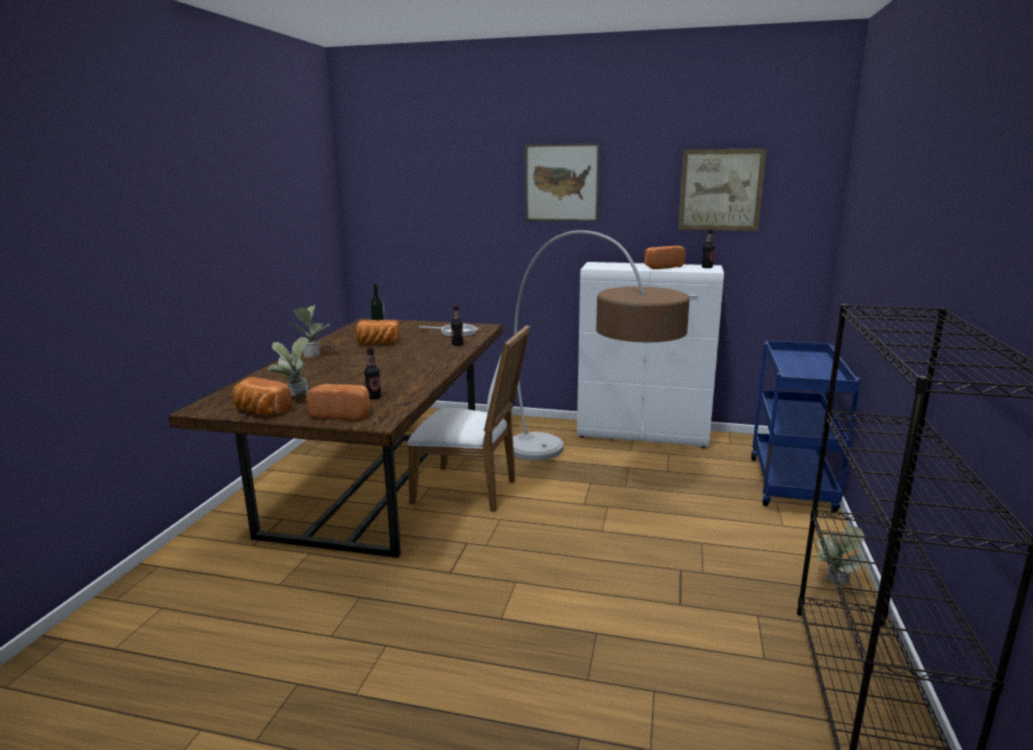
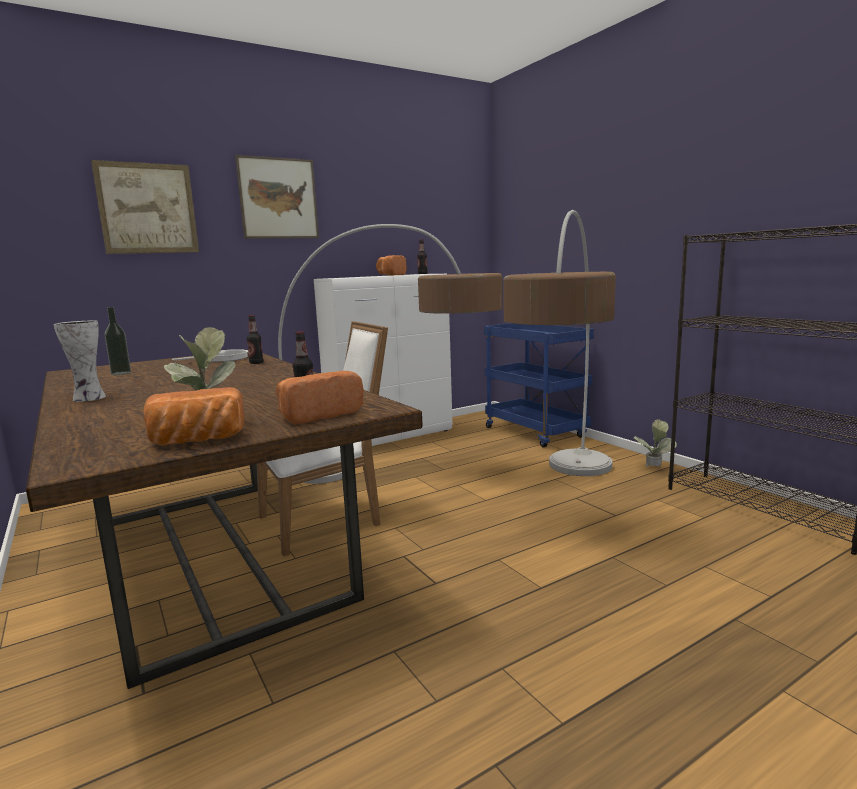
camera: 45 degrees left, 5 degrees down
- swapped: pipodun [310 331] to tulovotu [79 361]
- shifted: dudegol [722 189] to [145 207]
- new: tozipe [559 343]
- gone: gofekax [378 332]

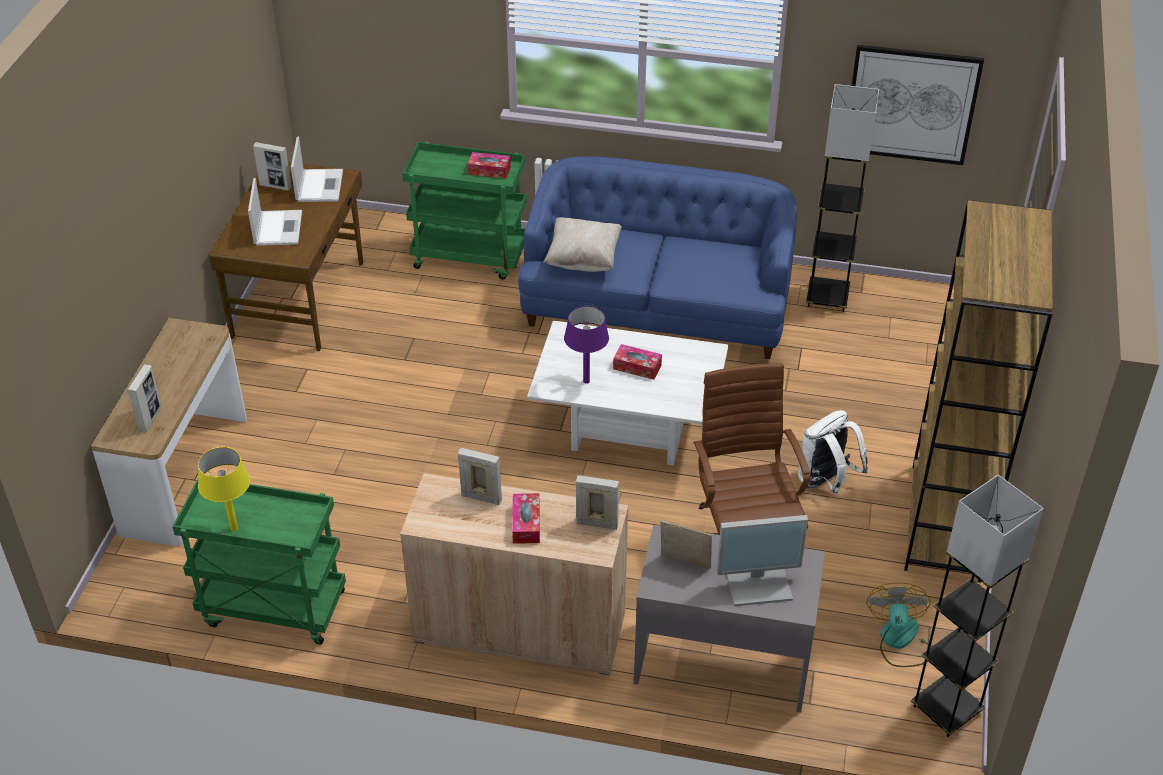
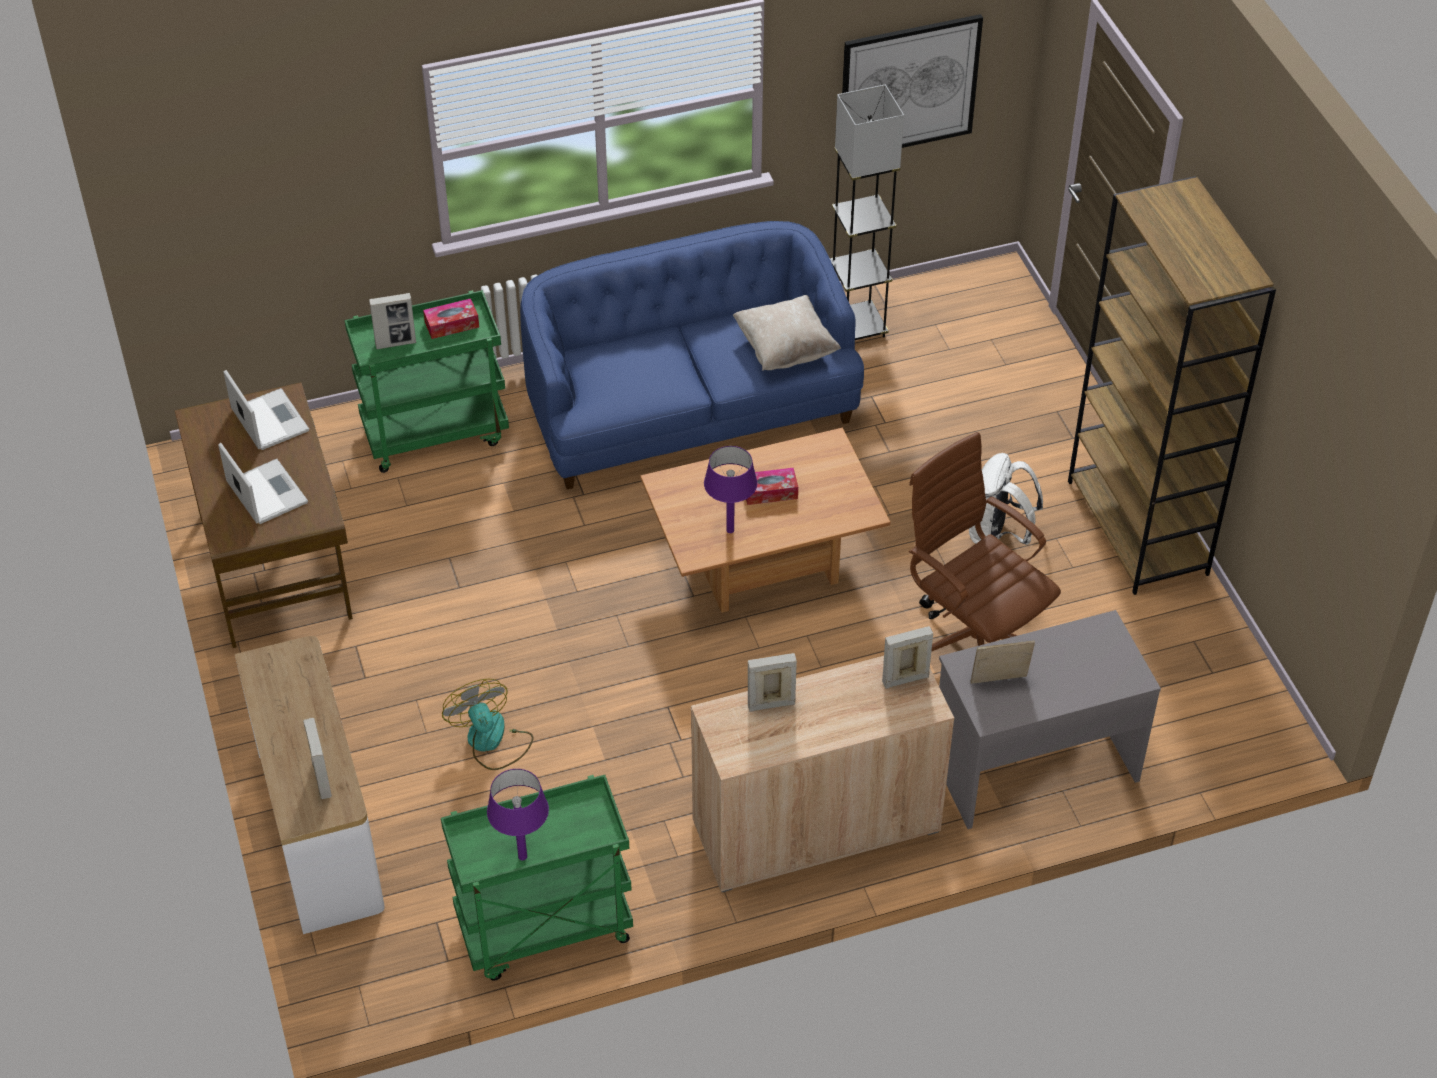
camera: 30 degrees left, 5 degrees up
- shifted: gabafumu [272 166] to [392 321]
- shifted: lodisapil [899 625] to [487 724]
- repainted: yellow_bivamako [224 489] to purple_bivamako [518 814]
- repainted: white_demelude [627 393] to brown_demelude [765 520]
- shifted: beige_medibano [582 244] to [787 333]
- gone: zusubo [526 518]
- gone: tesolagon [762 560]
- gone: grey_tozipe [977 606]

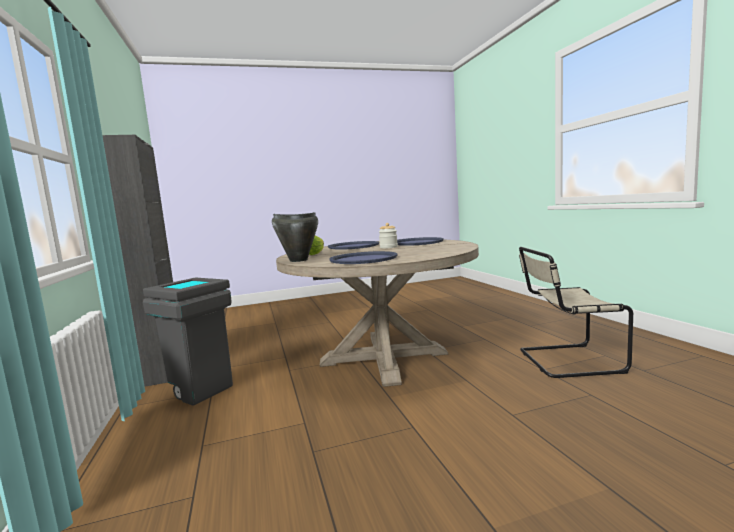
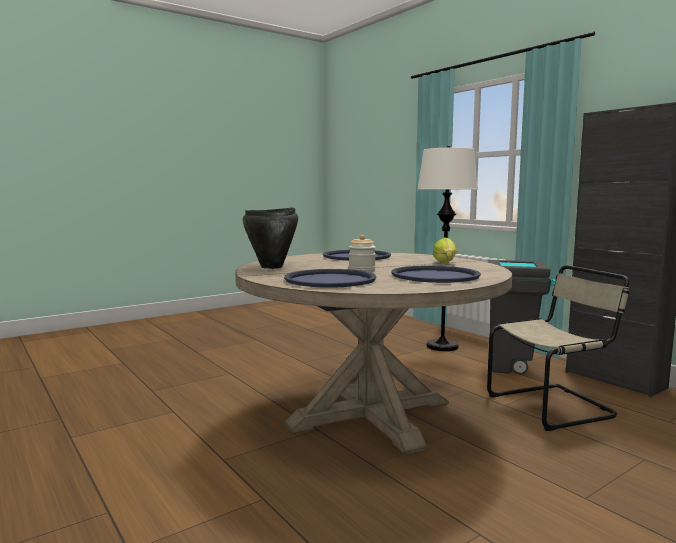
camera: 160 degrees right, 0 degrees up
- shifted: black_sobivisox [295 237] to [270 238]
- new: white_tozipe [447 248]
- shifted: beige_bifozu [576 312] to [558 348]

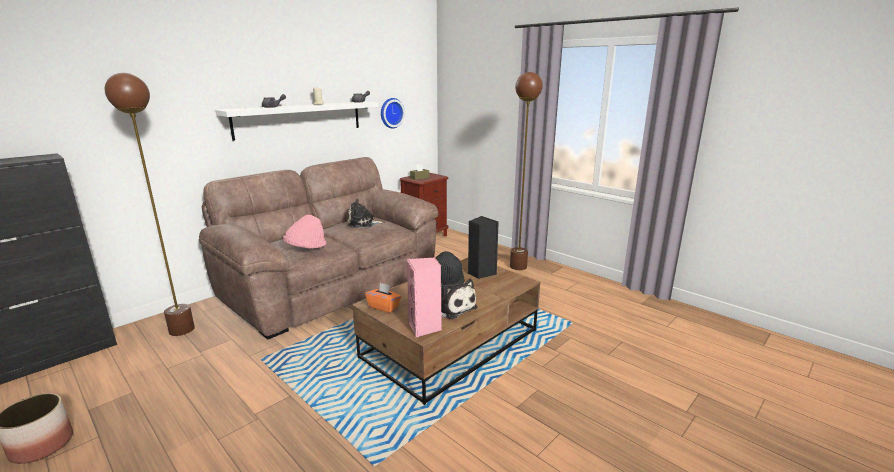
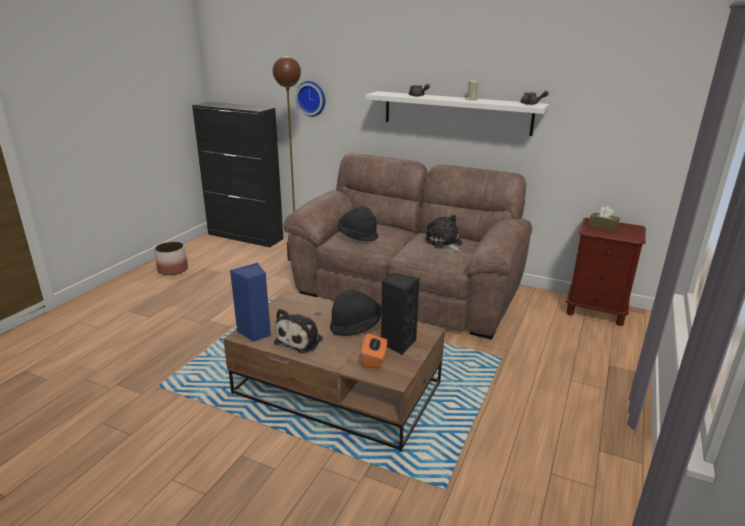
camera: 70 degrees right, 5 degrees up
- repainted: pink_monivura [424 297] to blue_monivura [250 302]
- shifted: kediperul [393 113] to [310 99]
- repainted: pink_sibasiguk [304 232] to black_sibasiguk [358 224]
- shifted: orange_zusubo [383 298] to [373 350]
- gone: brown_tozipe [526 171]

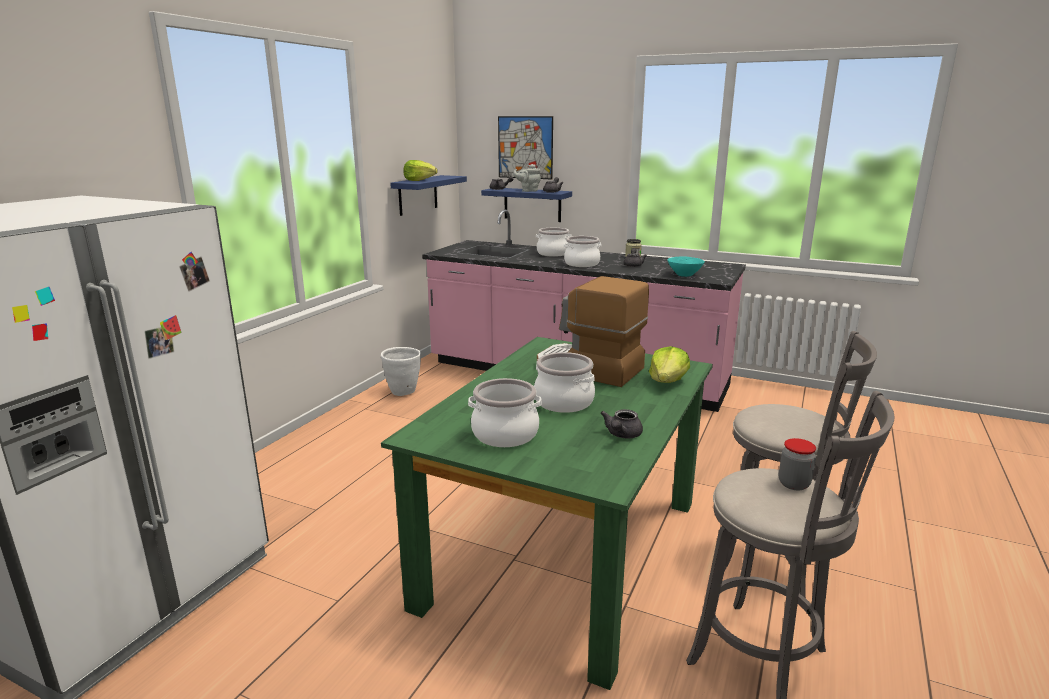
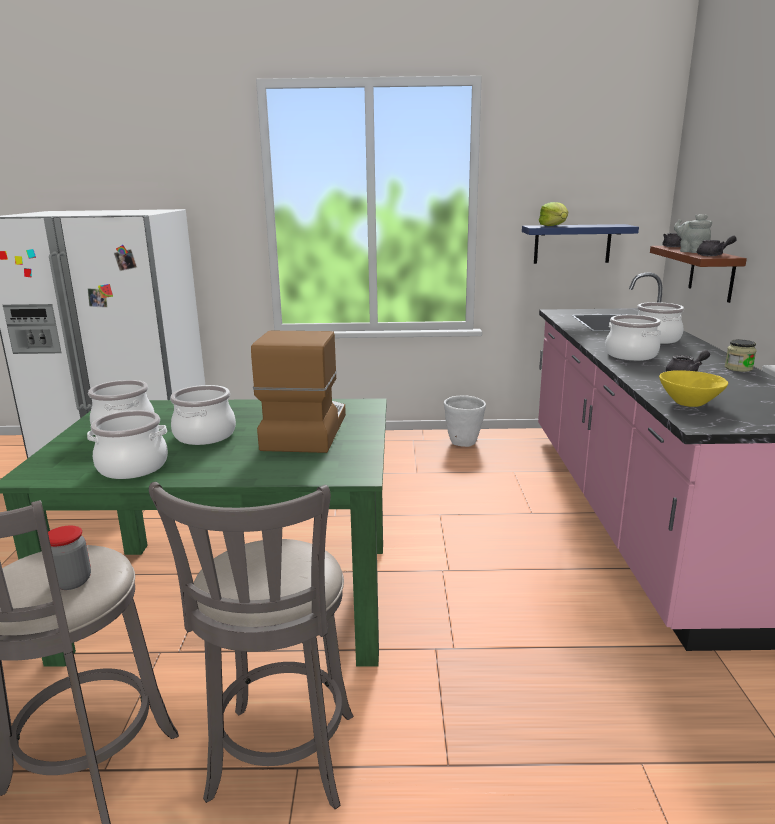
camera: 65 degrees right, 0 degrees up
- swapped: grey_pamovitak [621 423] to sobivisox [127 444]
- repainted: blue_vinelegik [526 205] to brown_vinelegik [698 274]
- repainted: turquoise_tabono [686 267] to yellow_tabono [693 388]
- gone: dudegol [525 148]
- gone: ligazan [669 364]

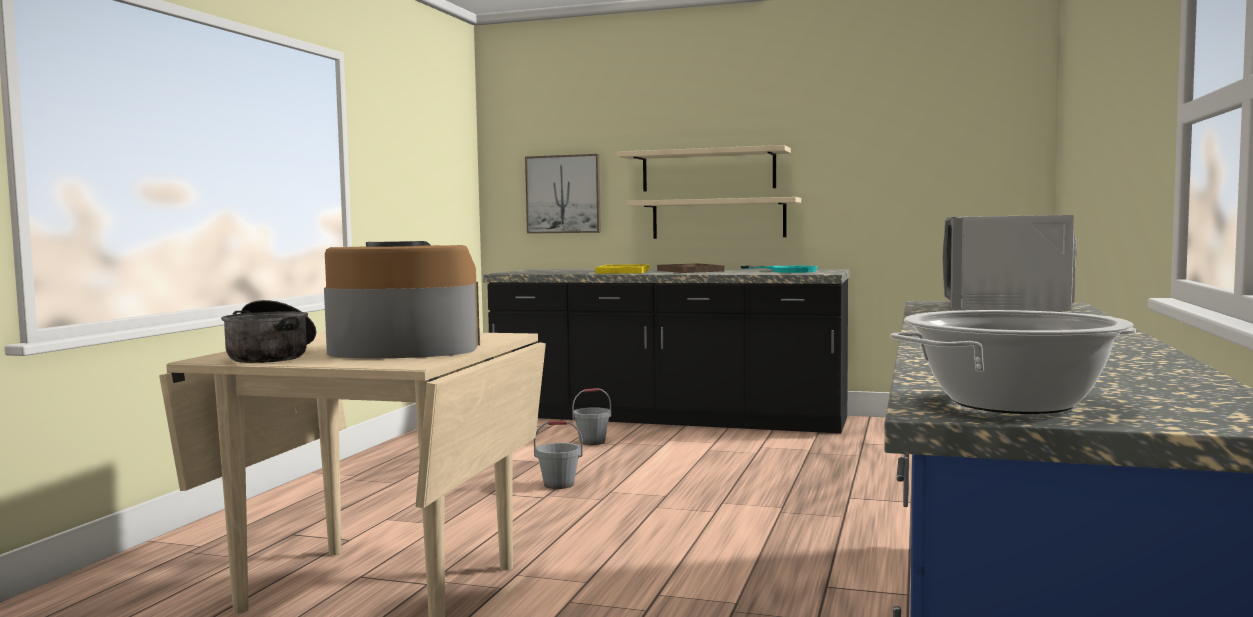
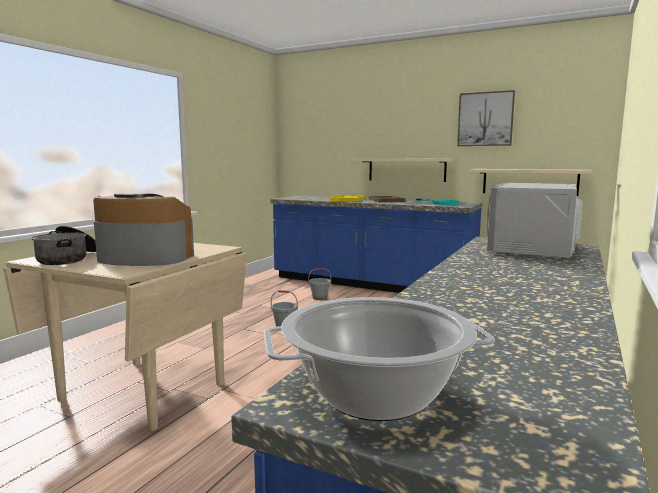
camera: 10 degrees right, 5 degrees up
- repainted: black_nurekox [666 351] to blue_nurekox [376 244]
- shifted: dudegol [563 194] to [486 118]
- shifted: beige_vinelegik [704 168] to [531 182]

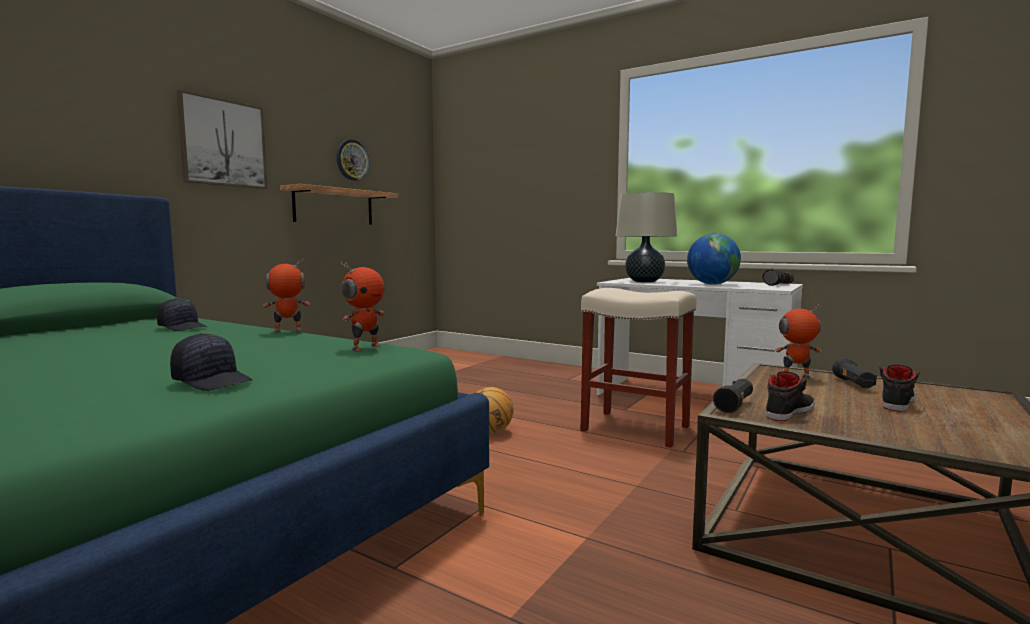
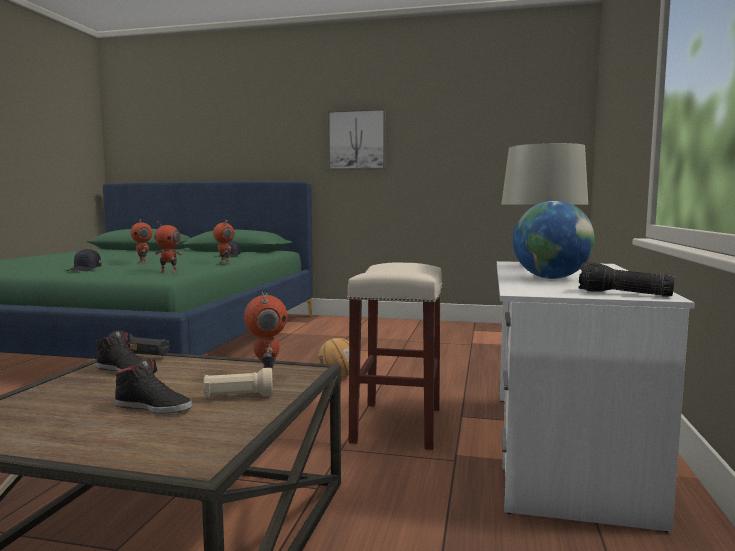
camera: 70 degrees right, 0 degrees up
- new: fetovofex [142 241]
- repainted: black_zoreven [854 373] to beige_zoreven [238 382]
- gone: vinelegik [339 204]
- gone: kediperul [352 160]

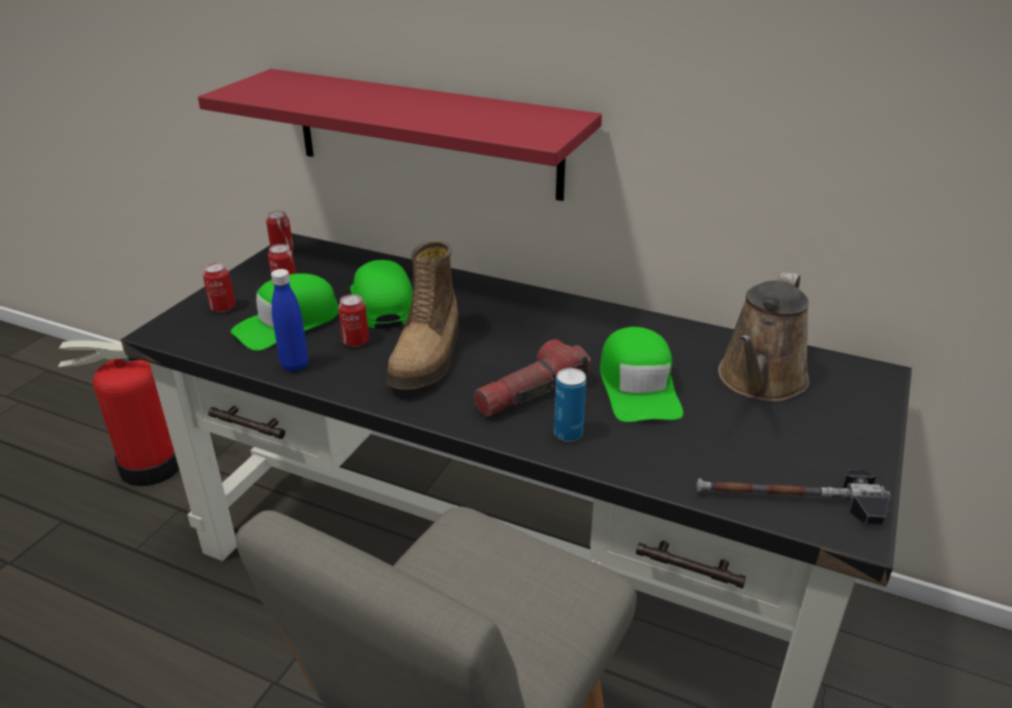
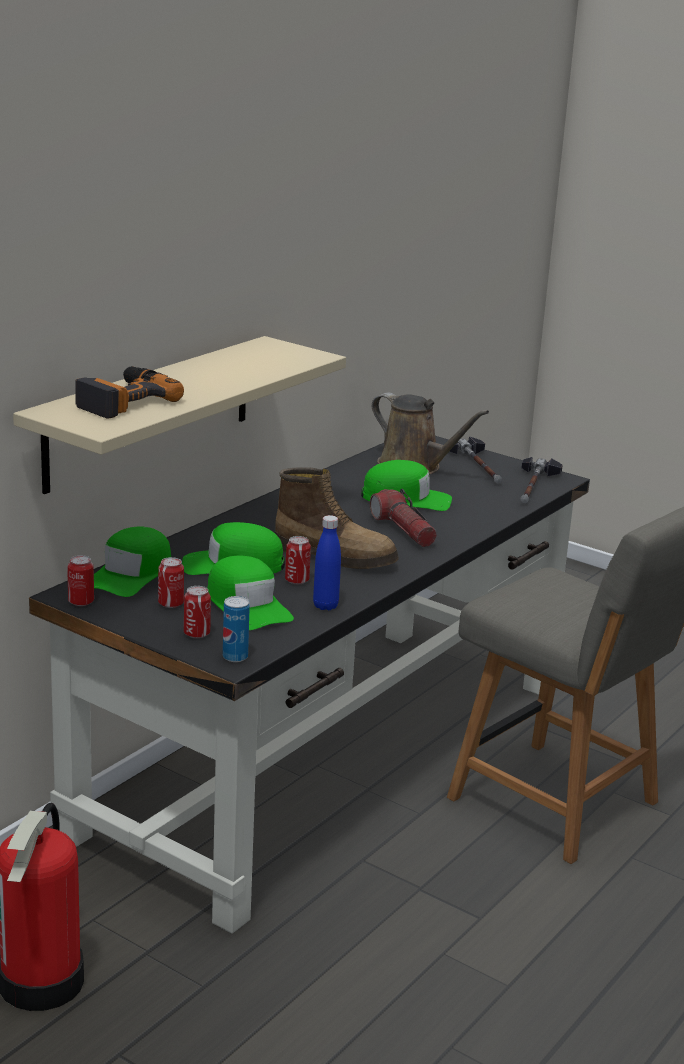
camera: 80 degrees left, 10 degrees down
- repainted: red_vinelegik [400 135] to beige_vinelegik [179 415]
- new: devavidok [129 392]
- new: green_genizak [132 561]
- shifted: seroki [570 405] to [236 629]
- new: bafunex [475 459]

